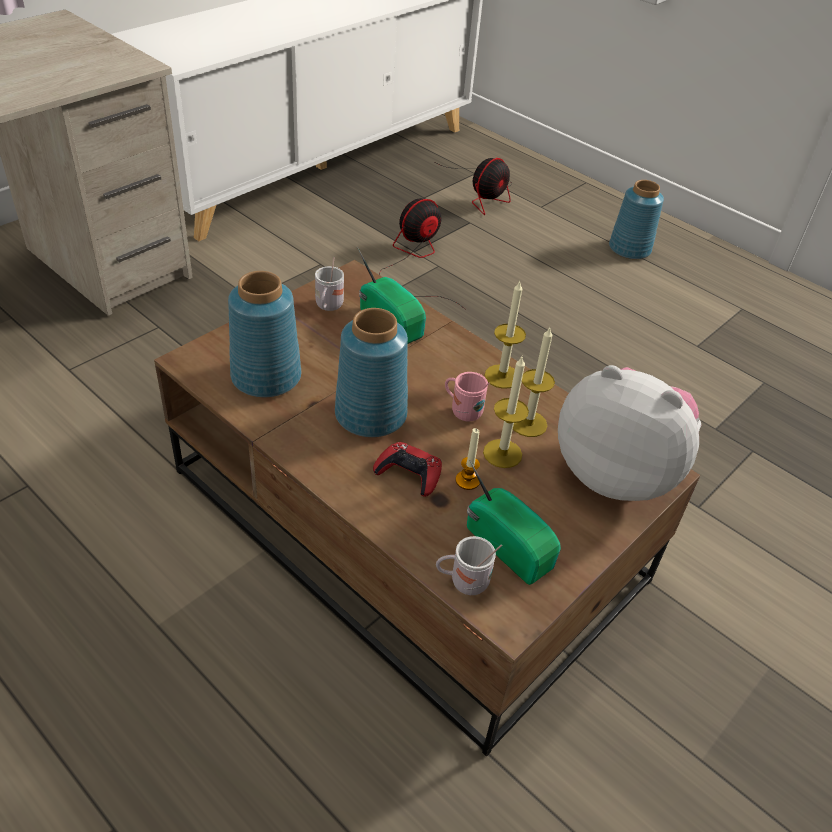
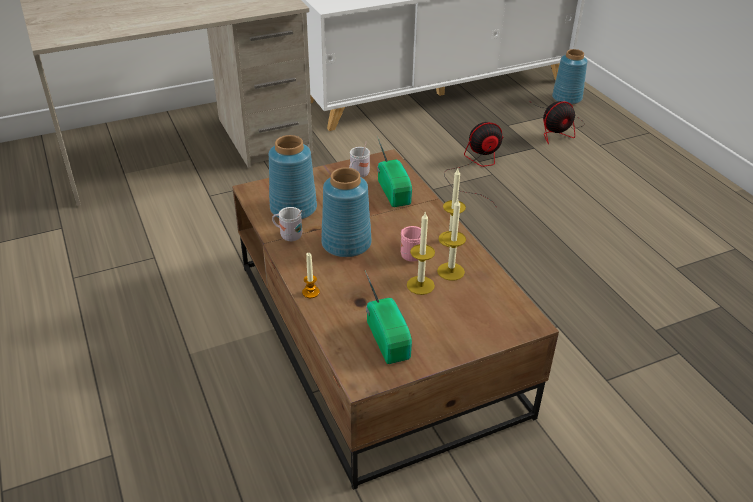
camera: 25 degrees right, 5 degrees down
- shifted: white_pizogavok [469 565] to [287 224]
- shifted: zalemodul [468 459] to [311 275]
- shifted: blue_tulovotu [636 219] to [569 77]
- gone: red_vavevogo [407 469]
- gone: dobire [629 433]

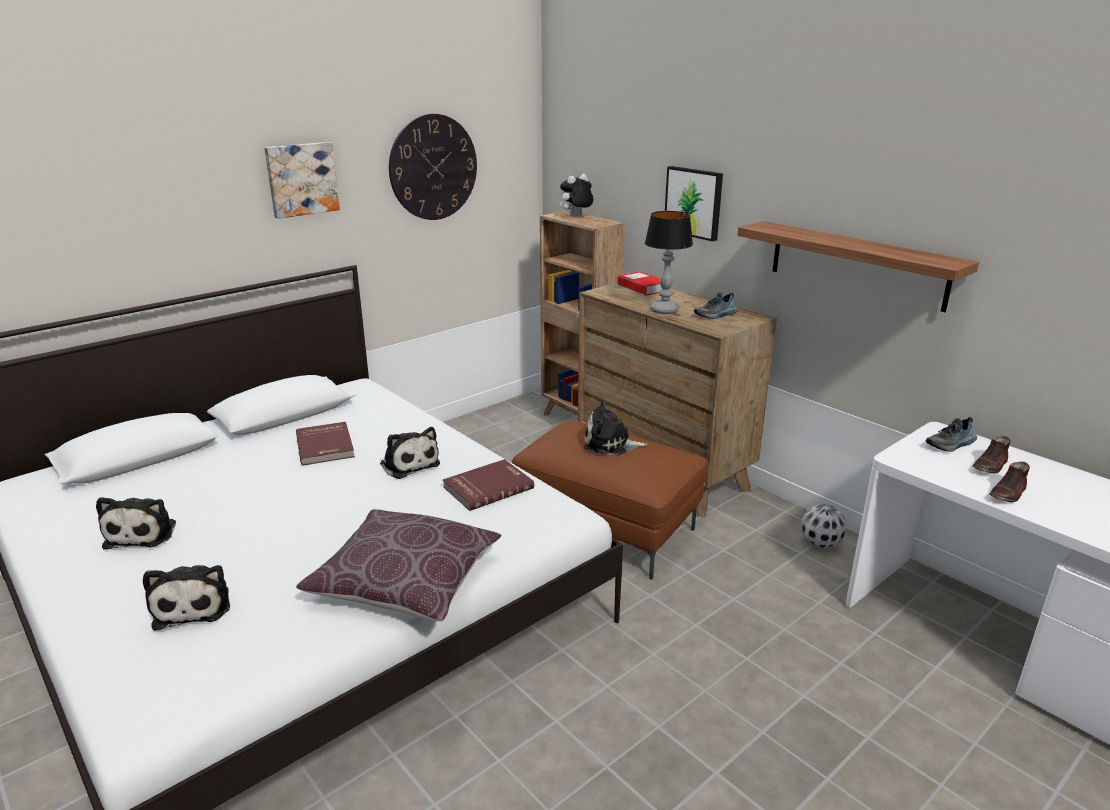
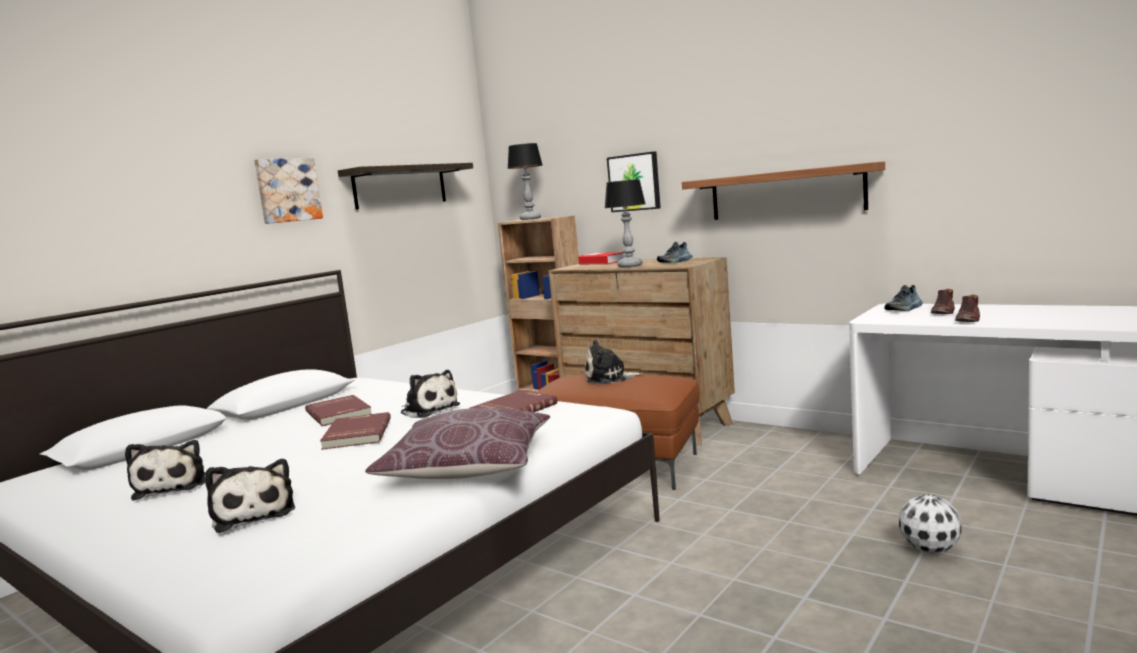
camera: 10 degrees left, 15 degrees down
- new: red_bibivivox [355 431]
- swapped: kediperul [433 167] to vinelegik [405 186]
- swapped: dobire [576 195] to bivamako [524 181]
- shifted: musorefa [824 526] to [930 523]

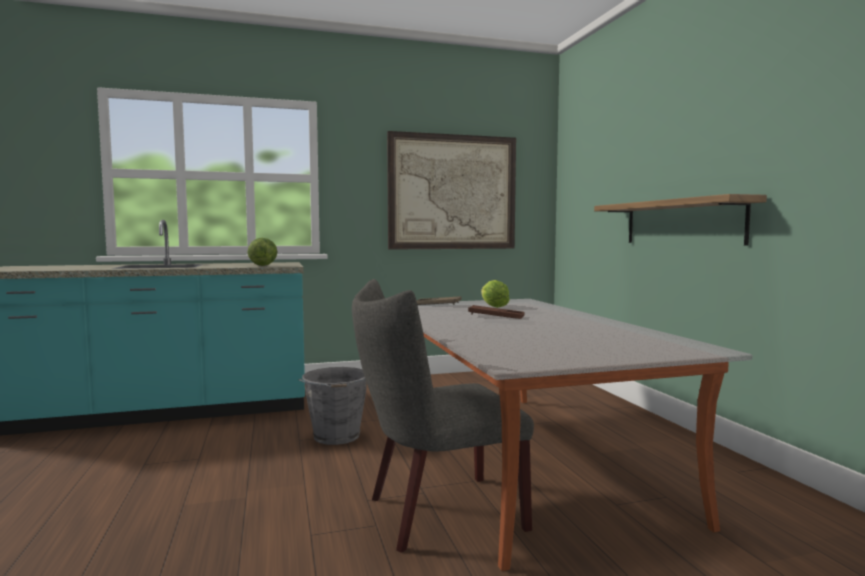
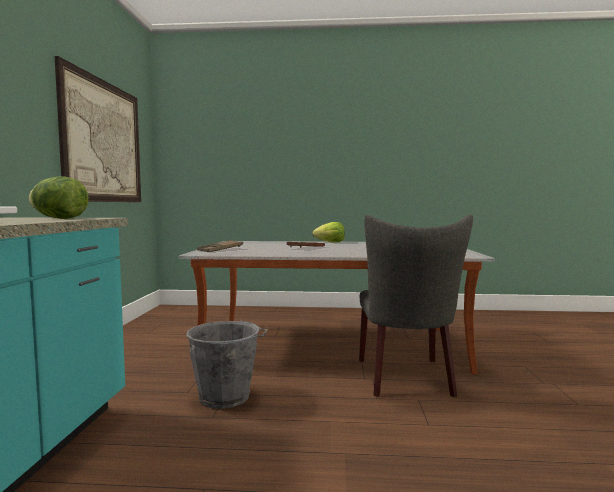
camera: 70 degrees left, 0 degrees up
- shifted: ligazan [495 294] to [328 232]
- gone: vinelegik [680 220]

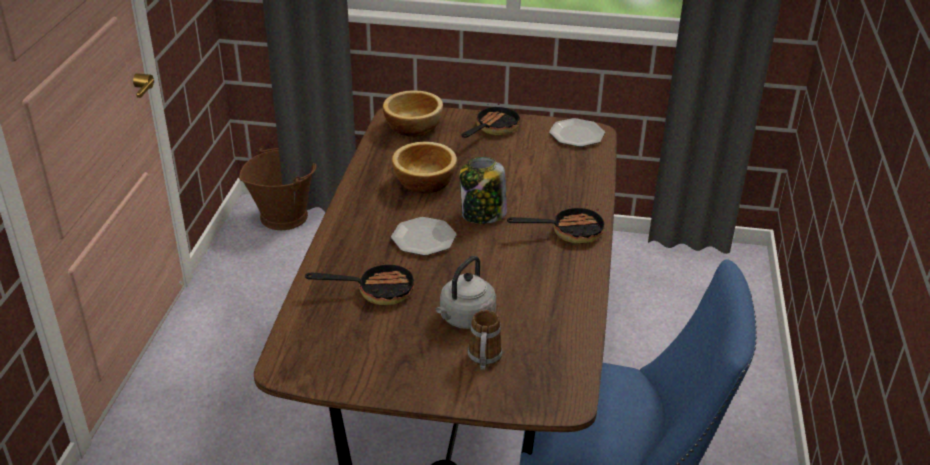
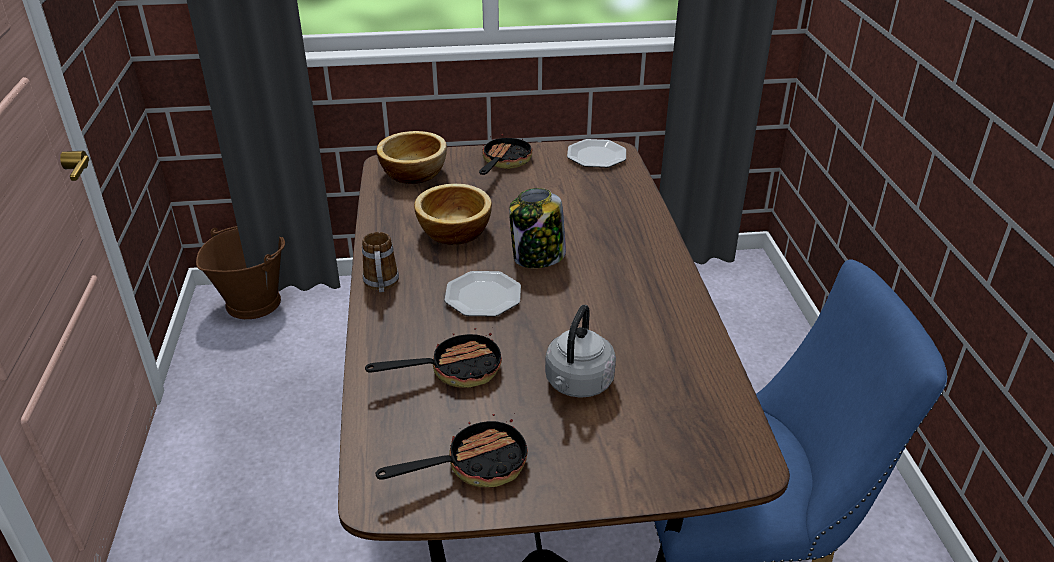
camera: 15 degrees left, 0 degrees up
- shifted: pizogavok [485 340] to [380 262]
- shifted: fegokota [555 224] to [451 450]

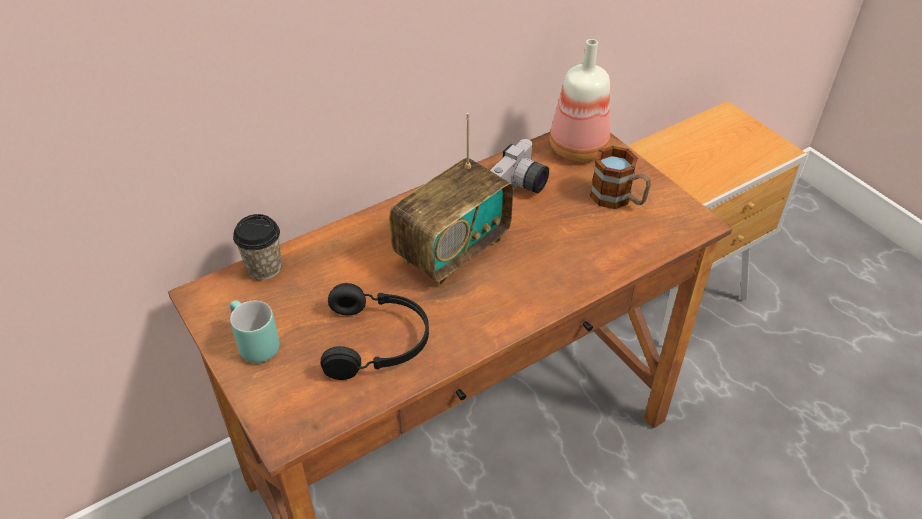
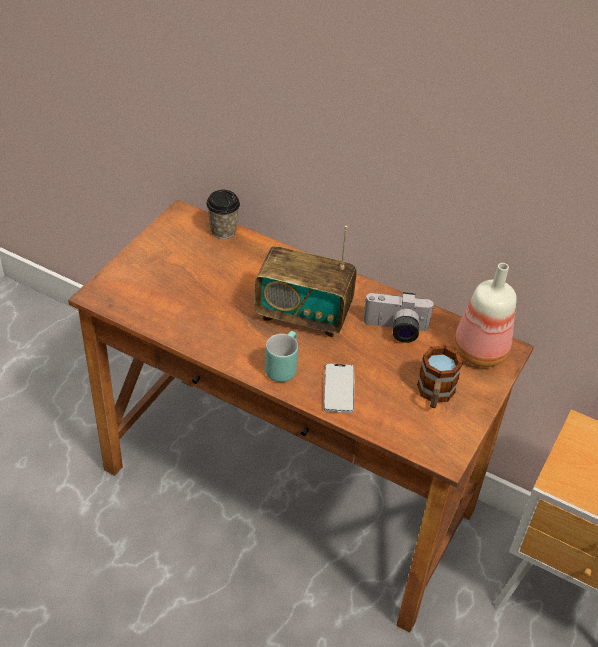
camera: 60 degrees right, 0 degrees up
- shifted: turquoise_pizogavok [255 331] to [281 356]
- new: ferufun [339 388]
- gone: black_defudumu [375 331]

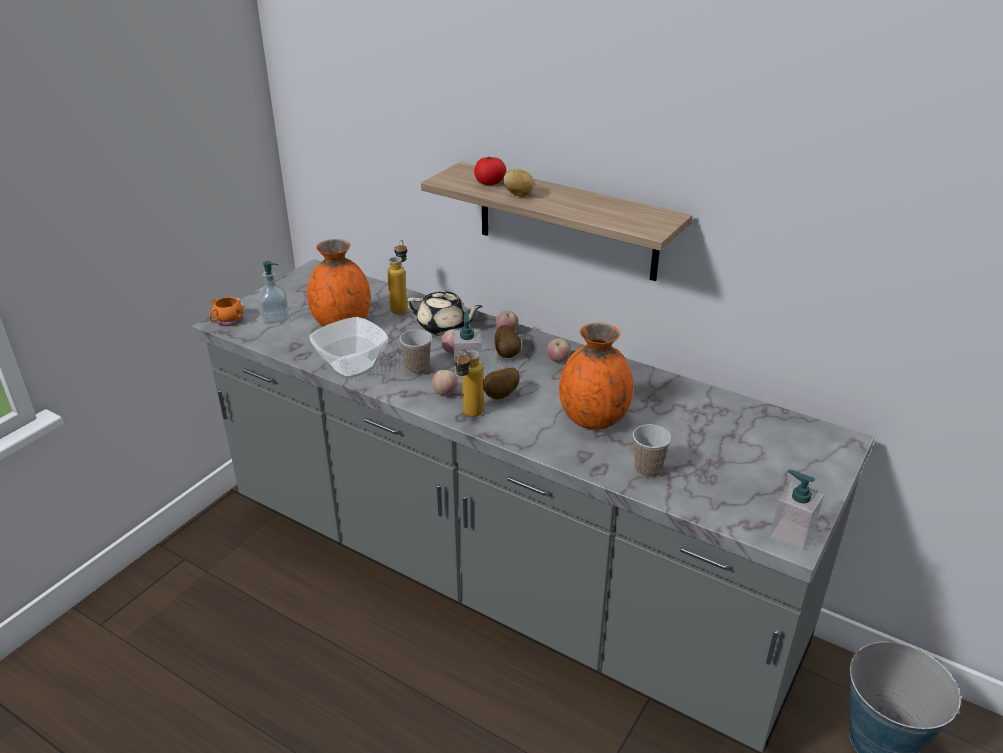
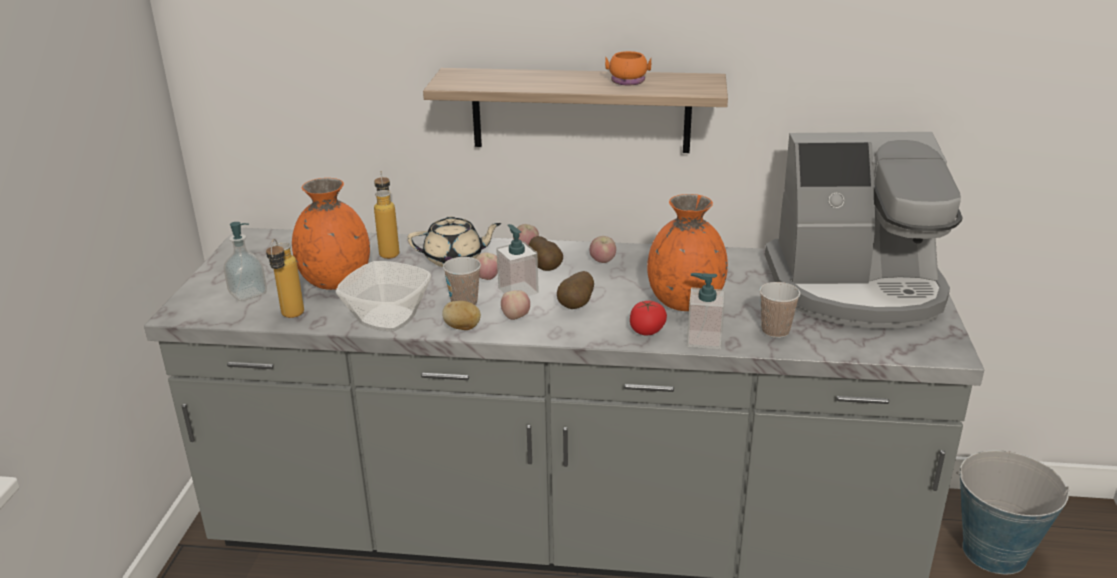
camera: 25 degrees left, 5 degrees down
- shifted: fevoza [468 383] to [285 278]
- shifted: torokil [519 183] to [461 315]
- shifted: orange_pizogavok [227 311] to [628 68]
- shifted: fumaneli [490 170] to [648 318]
- shifted: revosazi [797 510] to [706 311]
- new: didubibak [864 230]

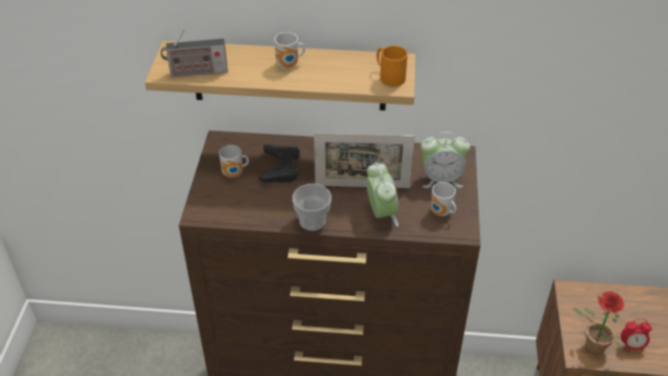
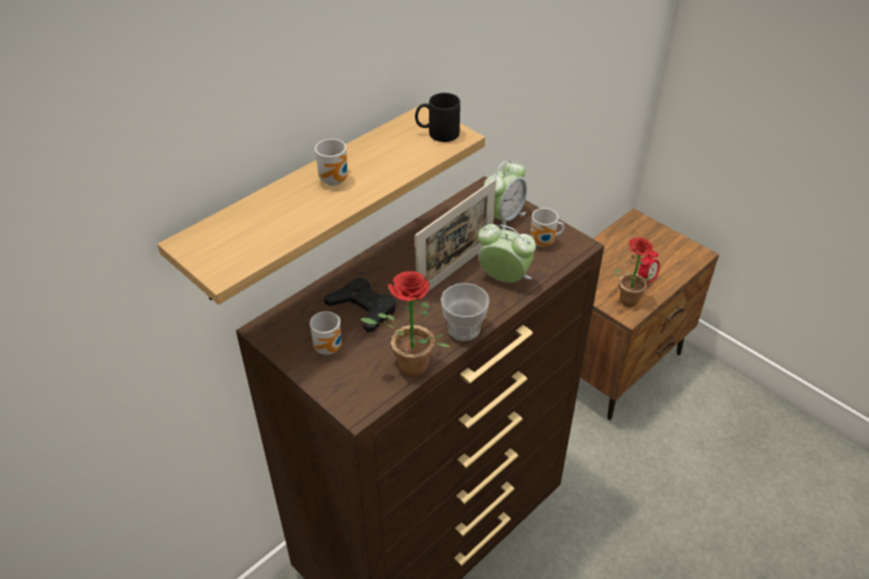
camera: 50 degrees left, 0 degrees up
- new: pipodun [405 324]
- repainted: orange_pizogavok [392 66] to black_pizogavok [437 117]
- gone: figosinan [194 52]

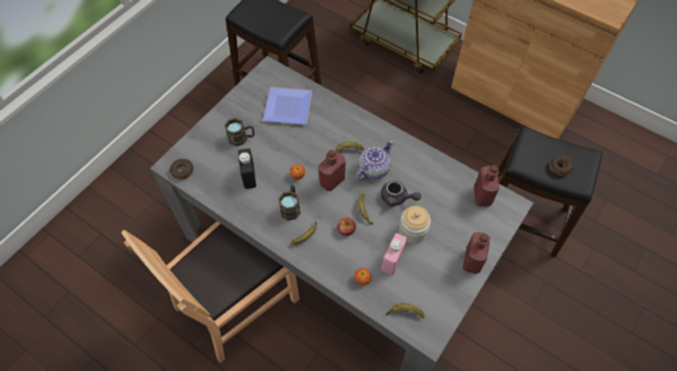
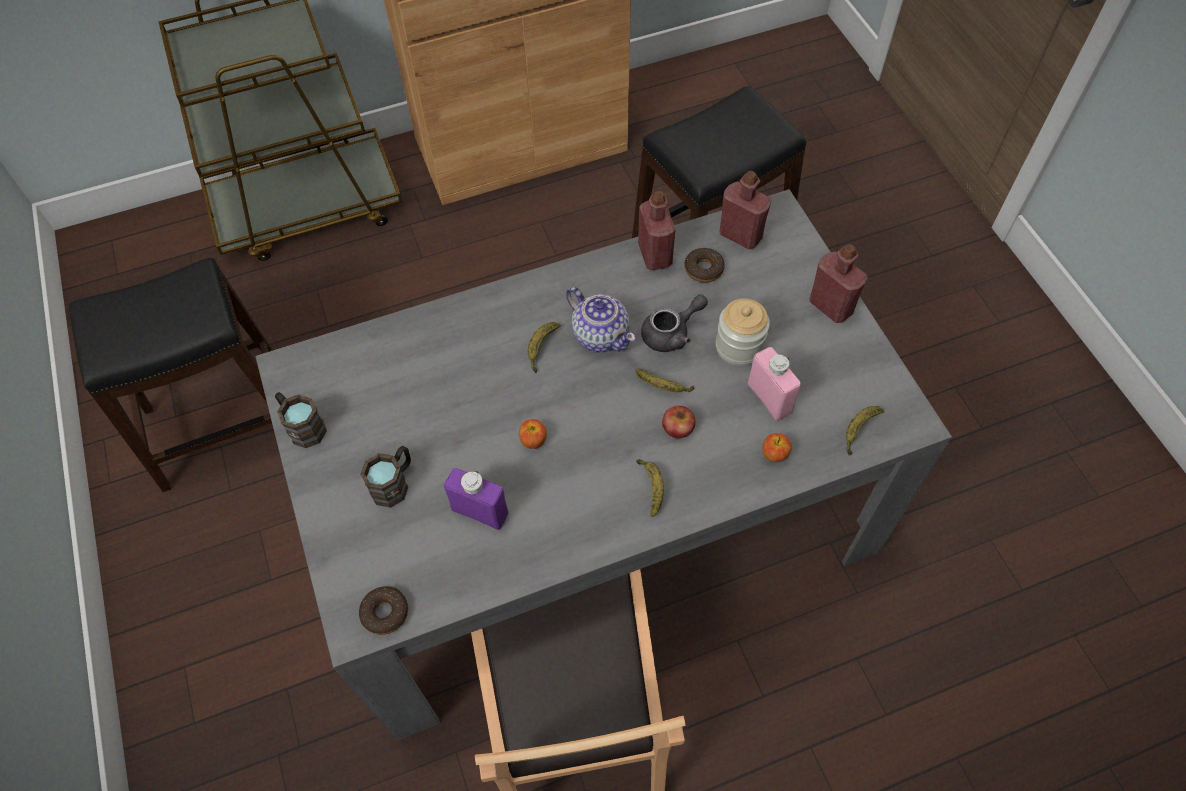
camera: 55 degrees left, 0 degrees up
- shifted: brown_pizogavok [289 203] to [301 420]
- repainted: black_fevoza [247 169] to purple_fevoza [476 499]
- rotated: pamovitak [374 160] = [601 320] 150 degrees clockwise
- shifted: red_fevoza [332 170] to [657 230]
- shifted: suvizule [561 165] to [704 265]
- gone: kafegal [287 106]

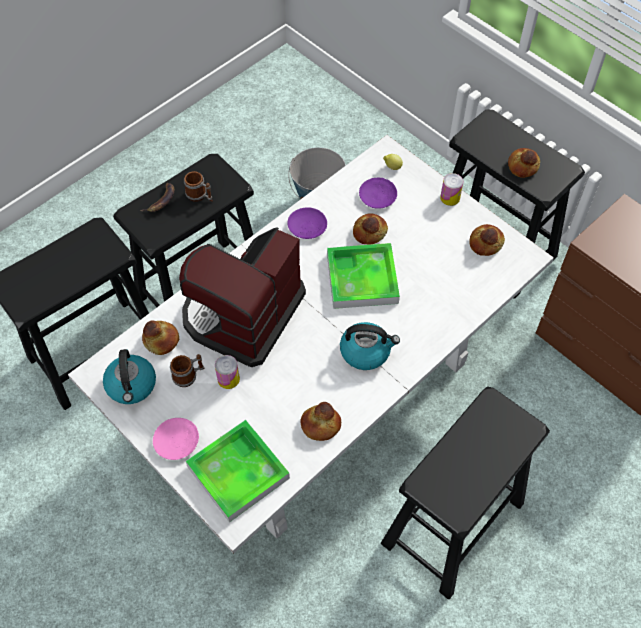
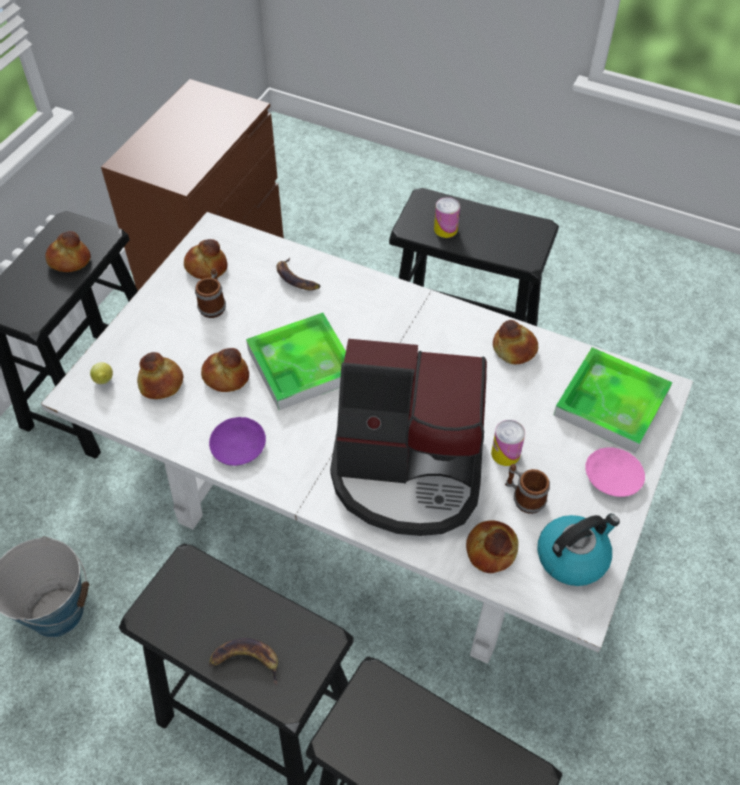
camera: 110 degrees left, 5 degrees down
- swapped: purple_kafegal [378 193] to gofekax [160 375]
- shifted: pizogavok [198 186] to [210 293]
- new: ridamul [298 274]
- shifted: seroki [451 189] to [447 217]
- gone: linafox [370 346]

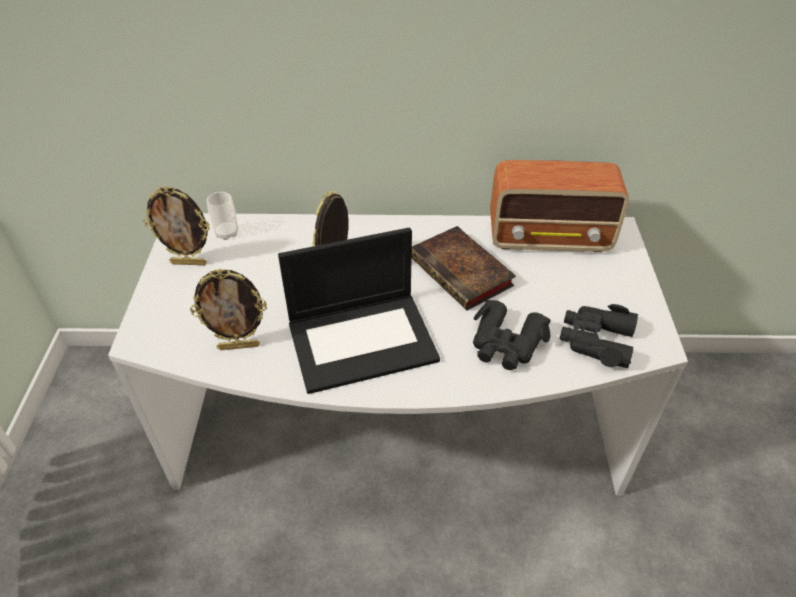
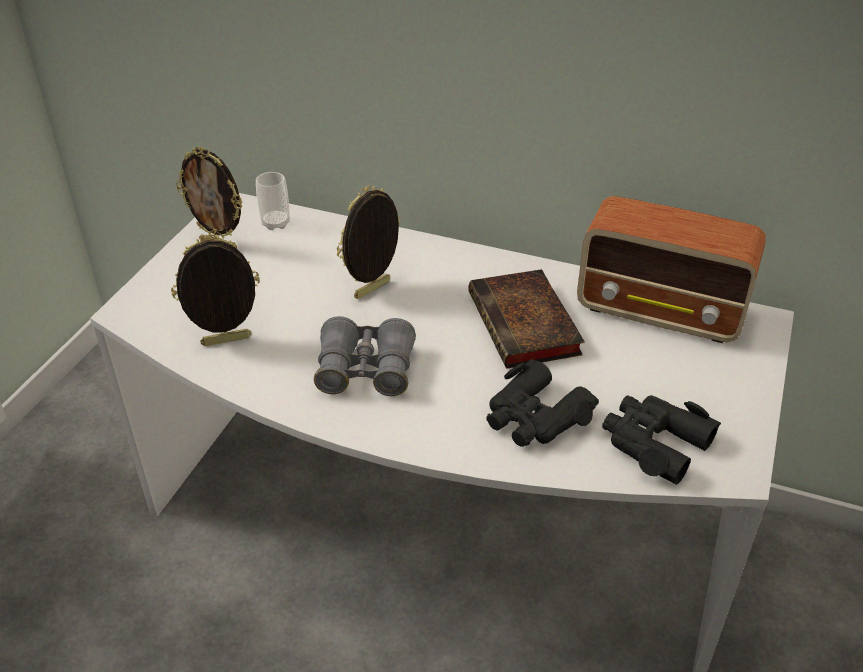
camera: 20 degrees right, 5 degrees down
- rotated: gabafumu [228 309] = [215 290] 150 degrees clockwise
- swapped: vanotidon [359 310] to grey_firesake [365 356]

